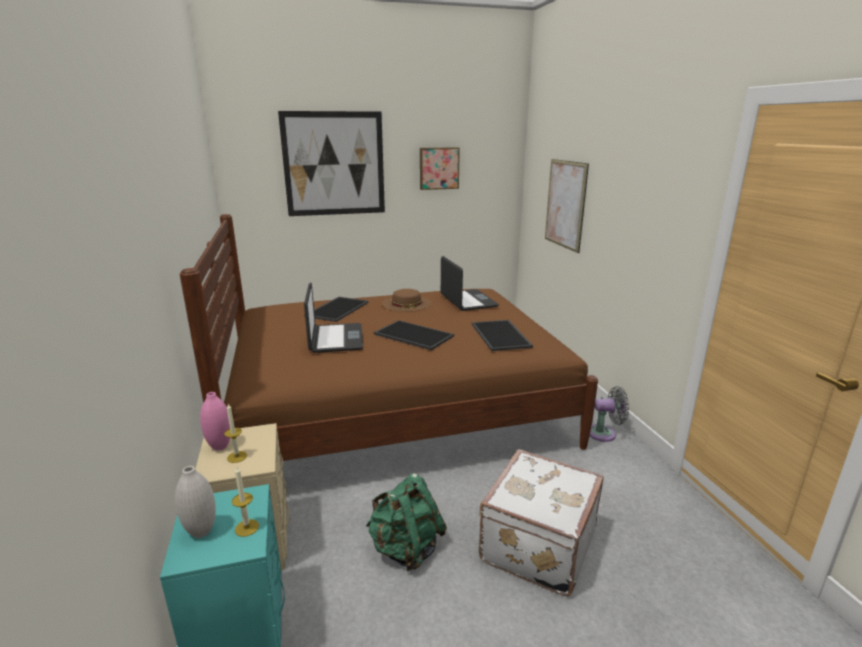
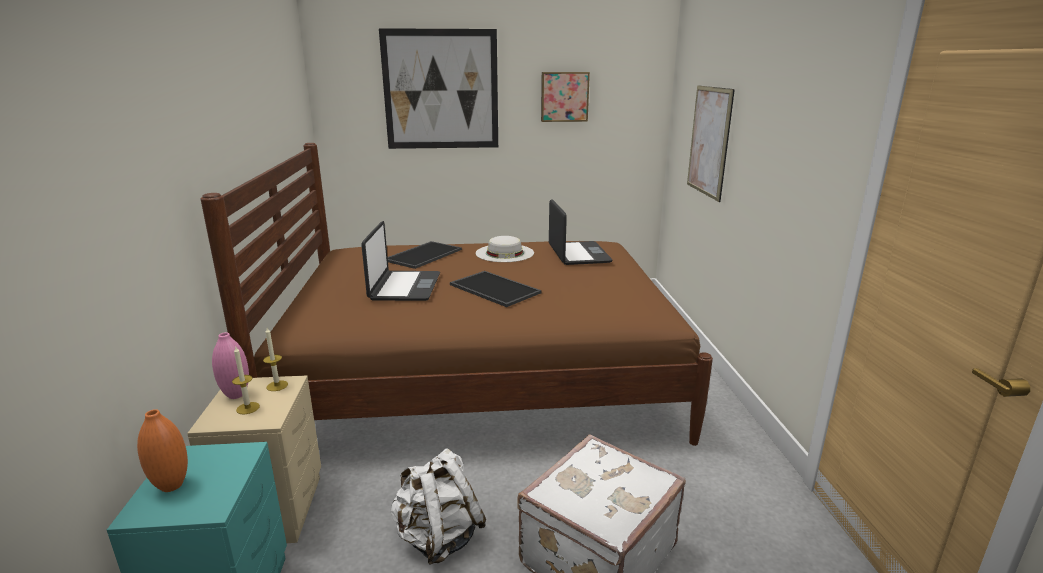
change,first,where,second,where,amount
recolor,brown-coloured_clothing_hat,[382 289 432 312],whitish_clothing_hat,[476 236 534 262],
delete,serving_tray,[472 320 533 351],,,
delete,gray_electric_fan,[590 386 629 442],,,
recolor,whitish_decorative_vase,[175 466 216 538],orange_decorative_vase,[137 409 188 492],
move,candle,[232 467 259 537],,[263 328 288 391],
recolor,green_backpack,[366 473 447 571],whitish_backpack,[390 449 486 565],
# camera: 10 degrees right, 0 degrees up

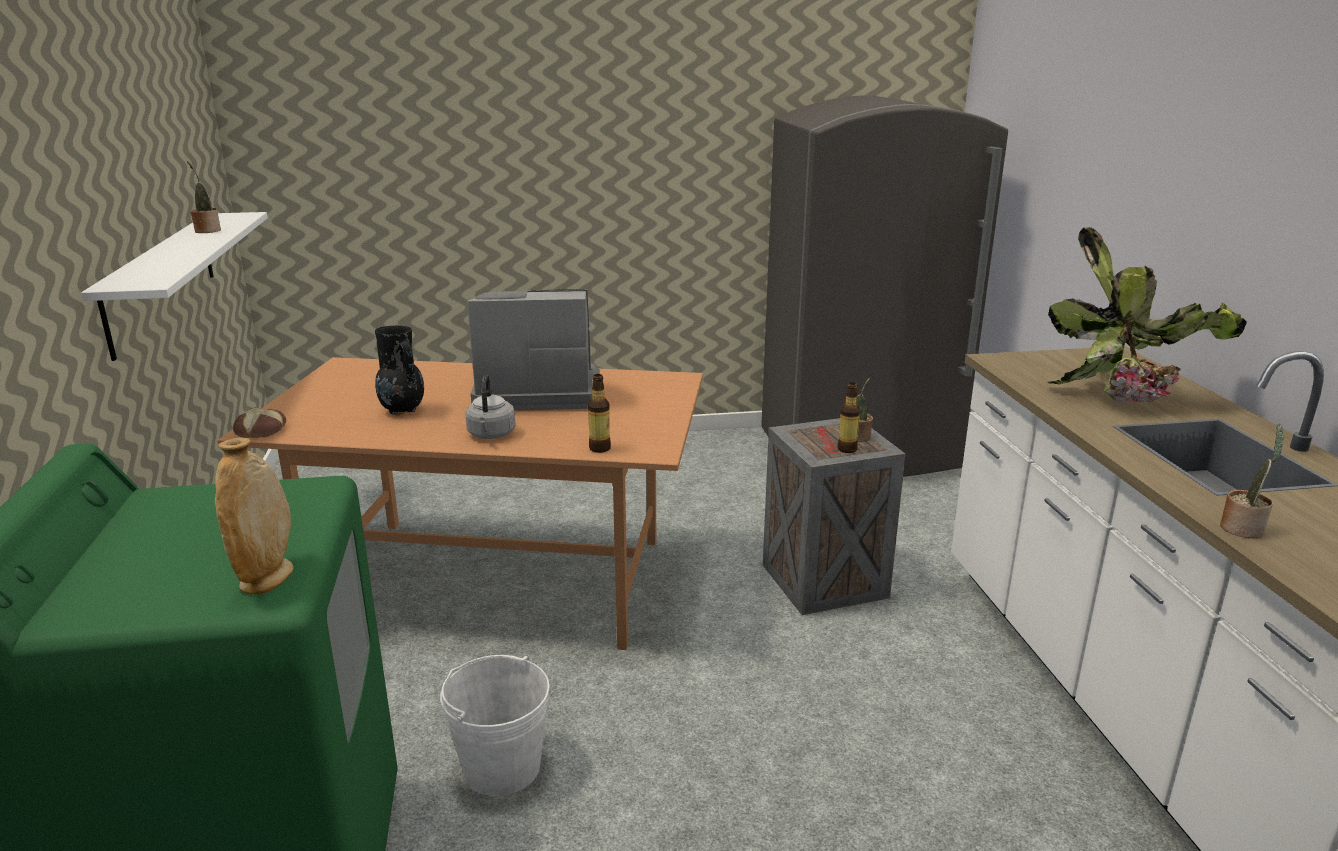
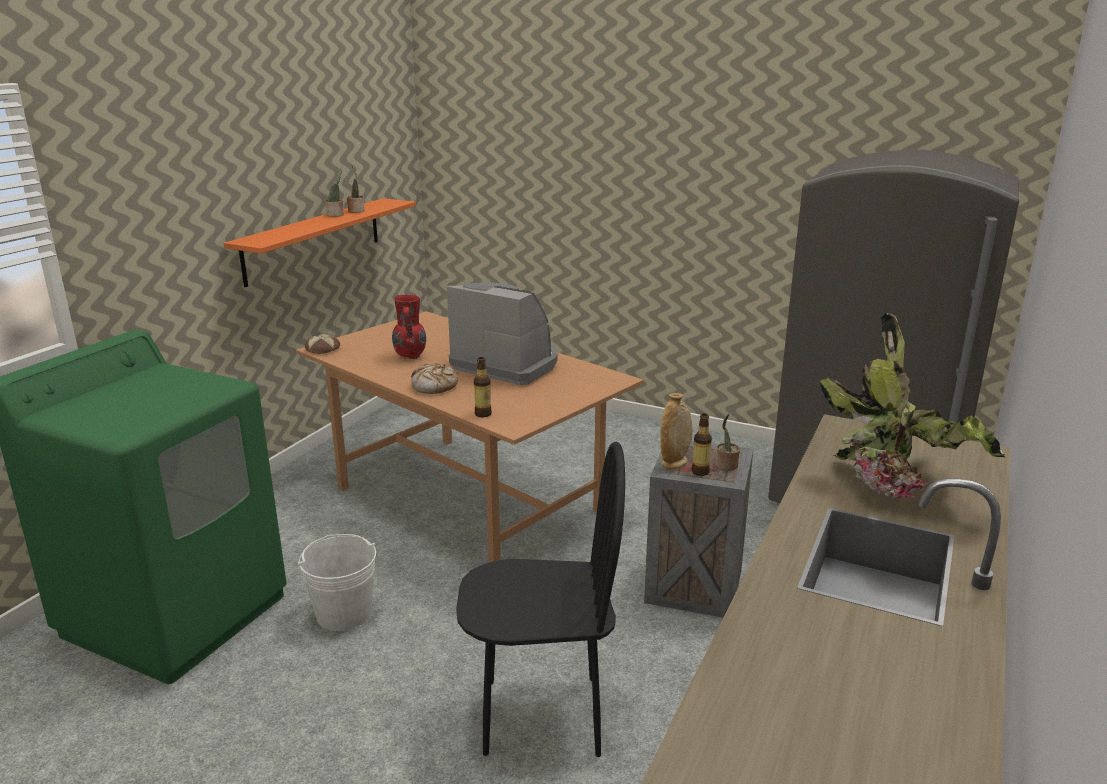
change,first,where,second,where,amount
recolor,whitish_bracket_shelf,[81 212 268 361],orange_bracket_shelf,[223 198 416 287],
recolor,black_decorative_vase,[375 325 424 415],reddish_decorative_vase,[392 295 426 359],
replace,gray_kettle,[465 375 516 439],baked_bread,[411 363 458 394],
move,potted_plant,[1220 424 1284 538],,[325 168 344 217],
move,sand-coloured_decorative_vase,[215 438 293 595],,[660 393 693 469],
insert,,,black_chair,[456 442 625 757],
# camera: 35 degrees right, 0 degrees up

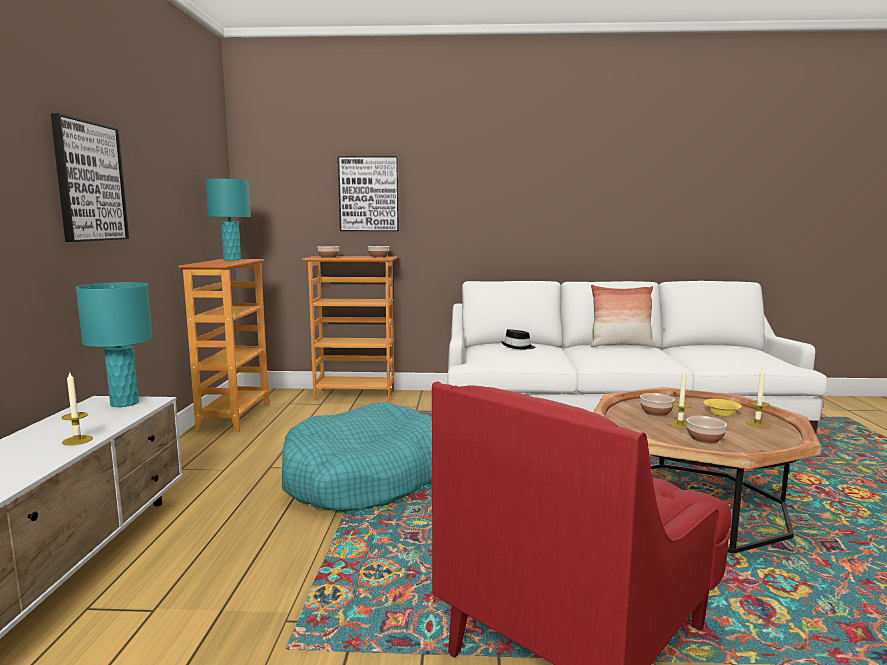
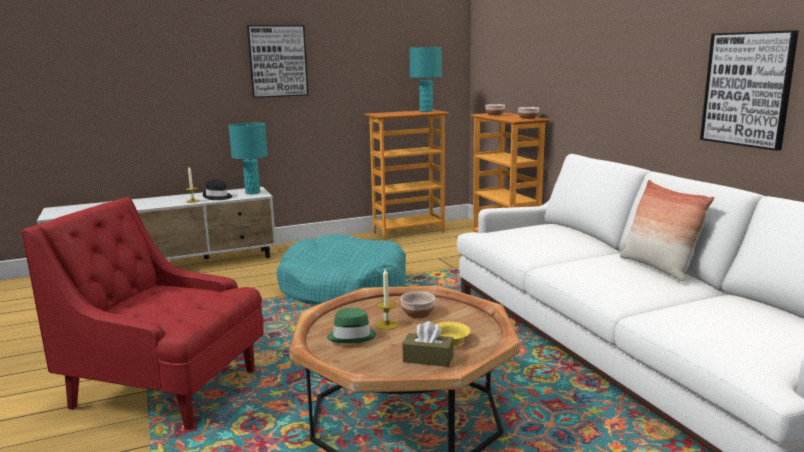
change,first,where,second,where,amount
move,picture,[338 156 399 231],,[700 30 799 151],
move,black_clothing_hat,[501 329 535 349],,[203 180 232 200],
replace,candle,[745 369 770 428],brown-coloured_box_of_tissues,[402 321 454 367],
replace,serving_bowl,[687 416 727 444],green_clothing_hat,[327 308 377 343],
# camera: 65 degrees right, 5 degrees up

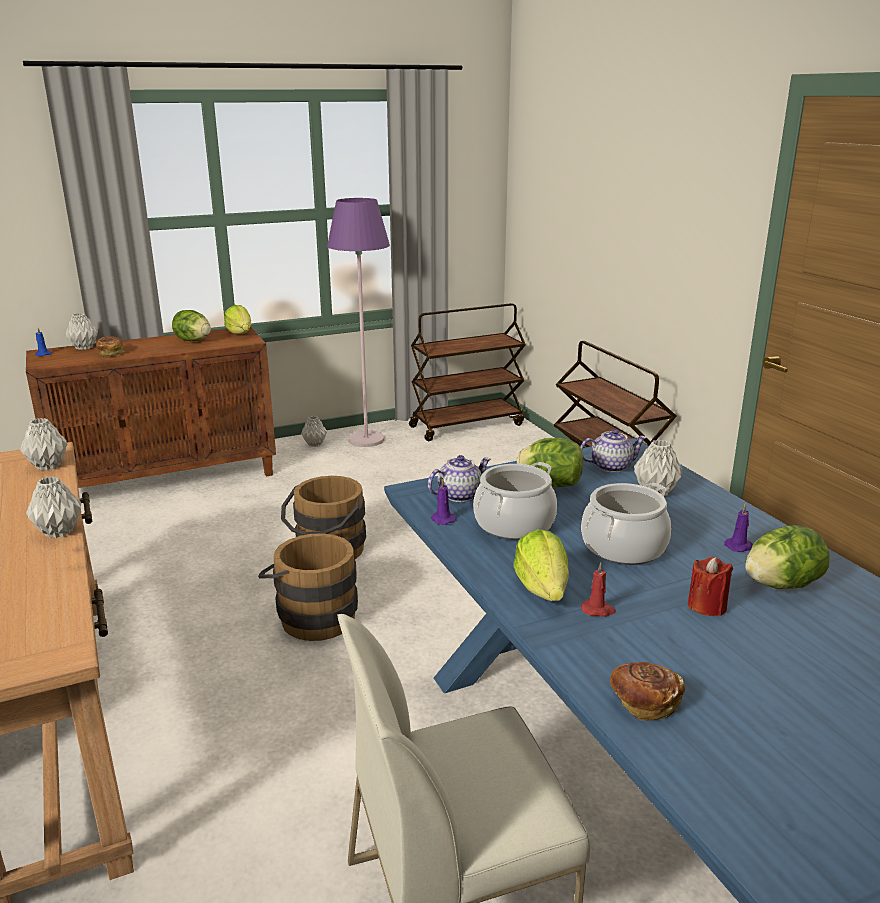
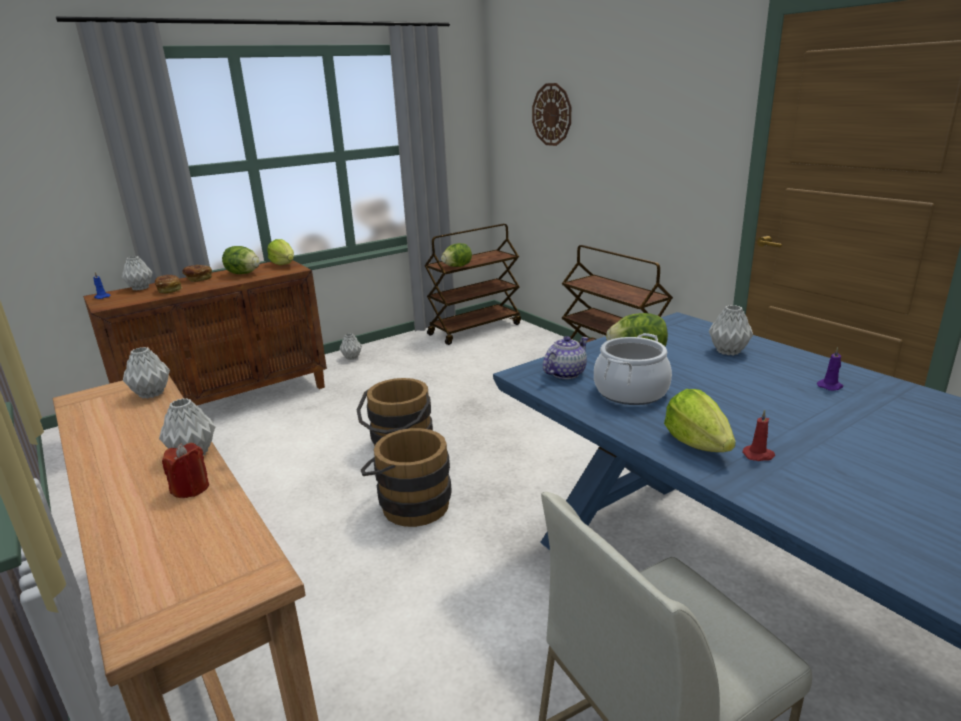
change,first,where,second,where,amount
delete,purple-coloured_standing_lamp,[327 198 390 447],,,
delete,pot_for_tea,[580 429 647 473],,,
delete,purple-coloured_candle,[431 479 456 525],,,
delete,saucepot,[581 483 671 565],,,
move,lettuce_head,[745 525 829 589],,[441 243 472 267],
move,reddish_candle,[688 557 733 616],,[162 443 209 498],
move,baked_bread,[610 662 685 721],,[182 265 212 282],
insert,,,hanging_clock,[532 83 571 146],
# camera: 10 degrees left, 0 degrees up

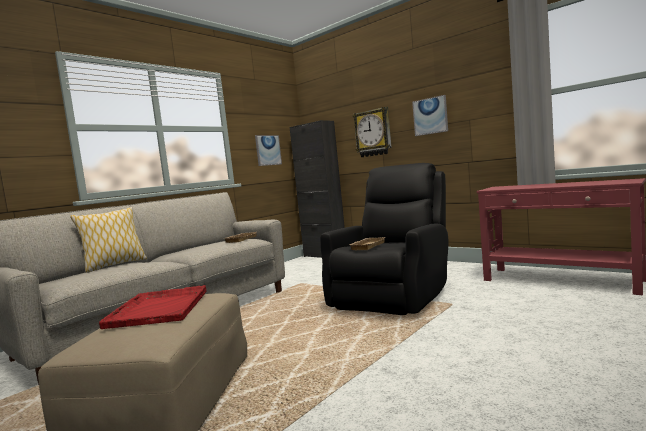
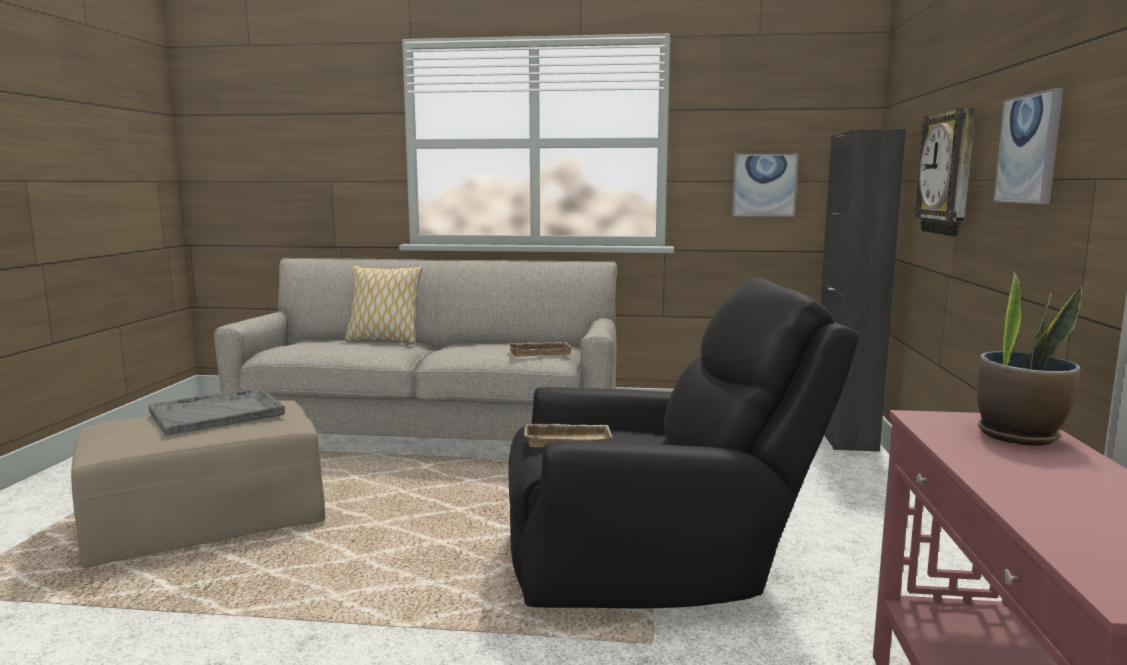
change,first,where,second,where,amount
recolor,reddish_serving_tray,[99 285 206 329],gray_serving_tray,[149 388 285 436],
insert,,,potted_plant,[977 271 1082 446],
# camera: 55 degrees right, 5 degrees up

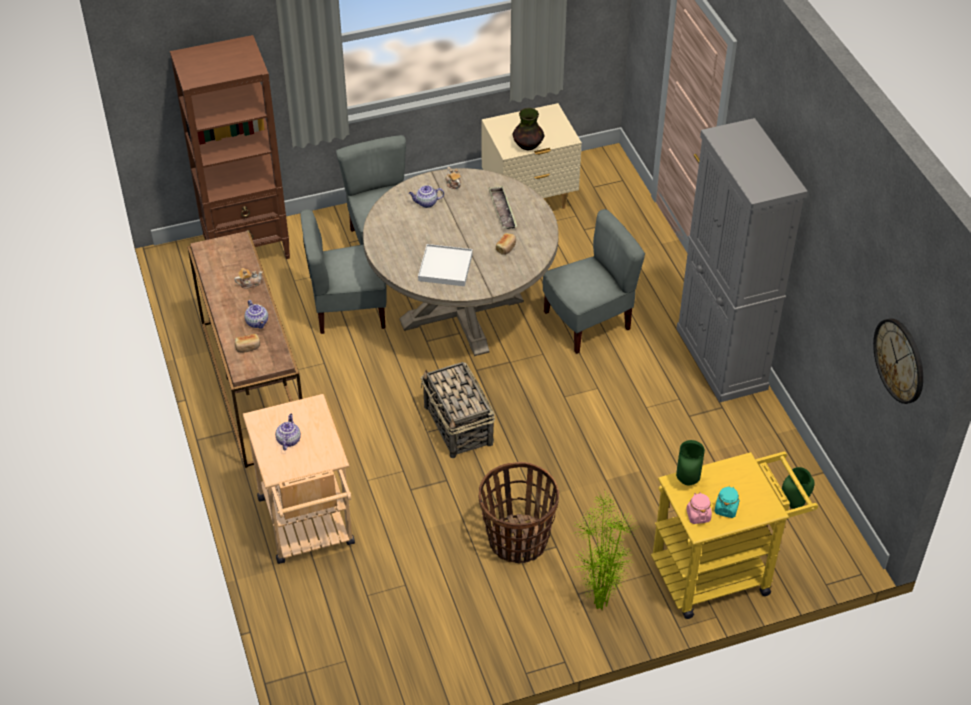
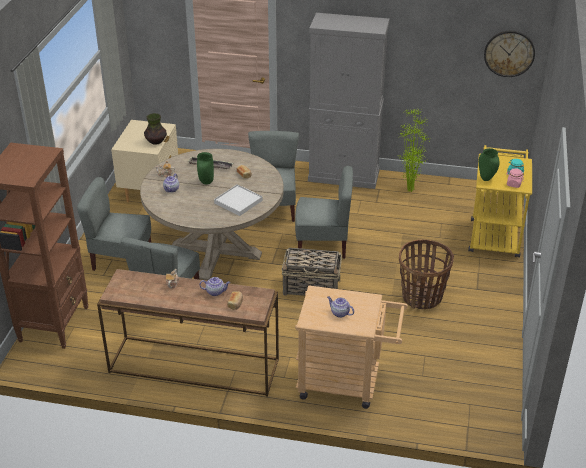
change,first,where,second,where,amount
move,green_decorative_vase,[782 467 815 509],,[197 152 214 185],
move,potted_plant,[571 493 636 610],,[398 108 431 192],
insert,,,gray_chair,[295 166 353 259],
# camera: 60 degrees left, 10 degrees down

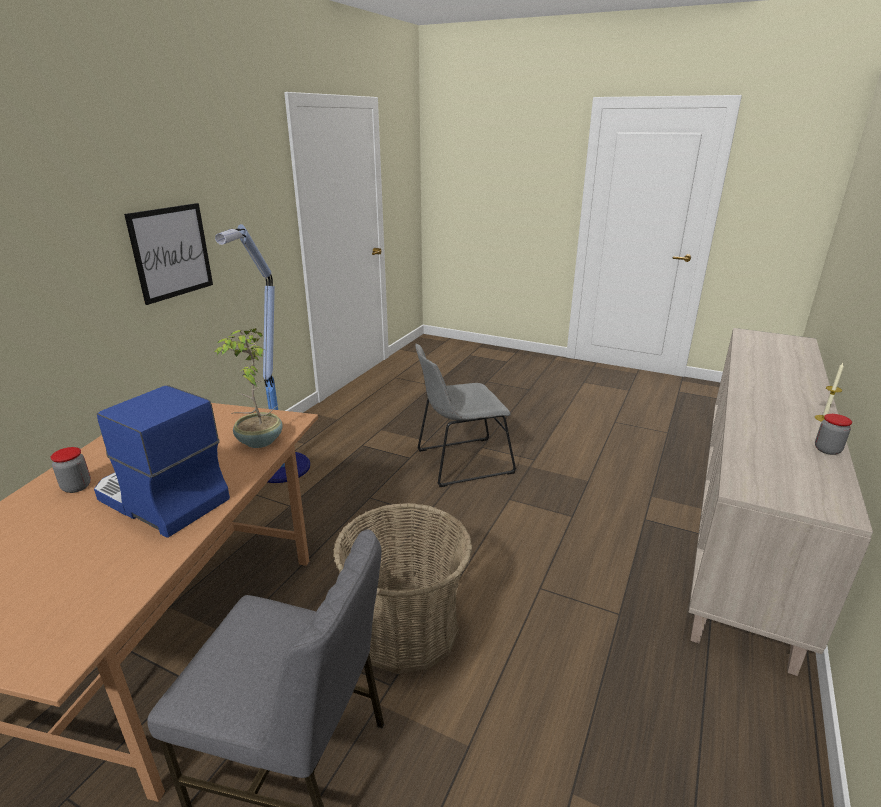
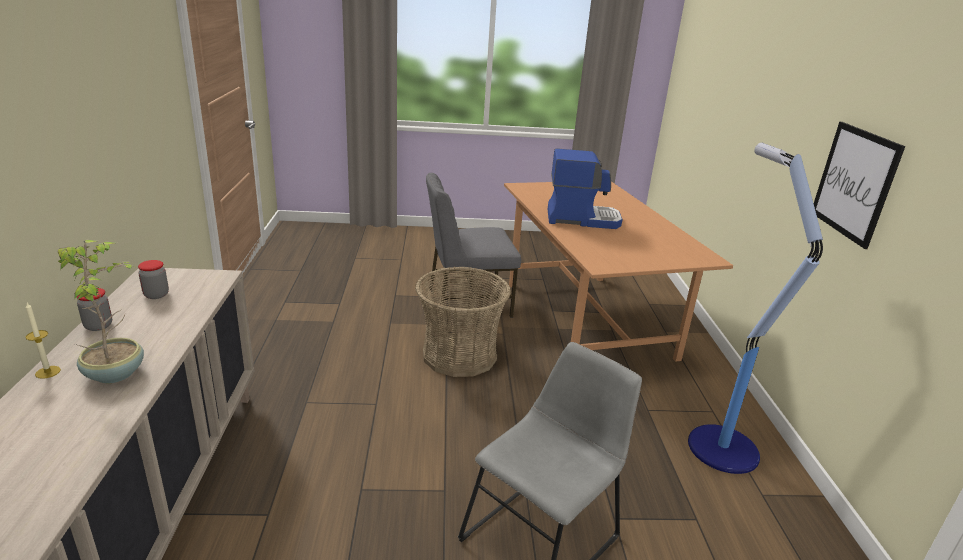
change,first,where,second,where,amount
move,potted_plant,[214 328 283 448],,[58 240 144 383],
move,preserve_jar,[50 447 91 493],,[138 260 169 299],
# camera: 150 degrees right, 0 degrees up

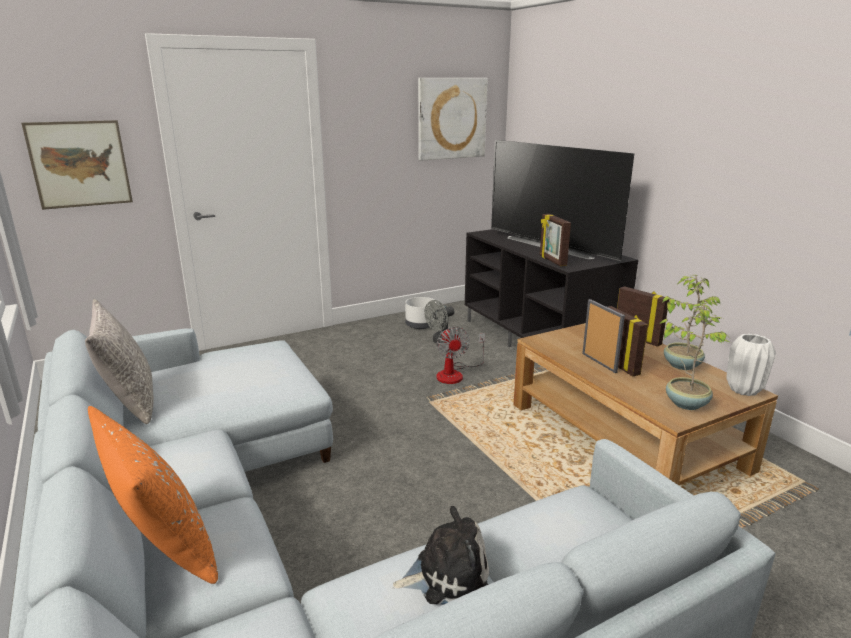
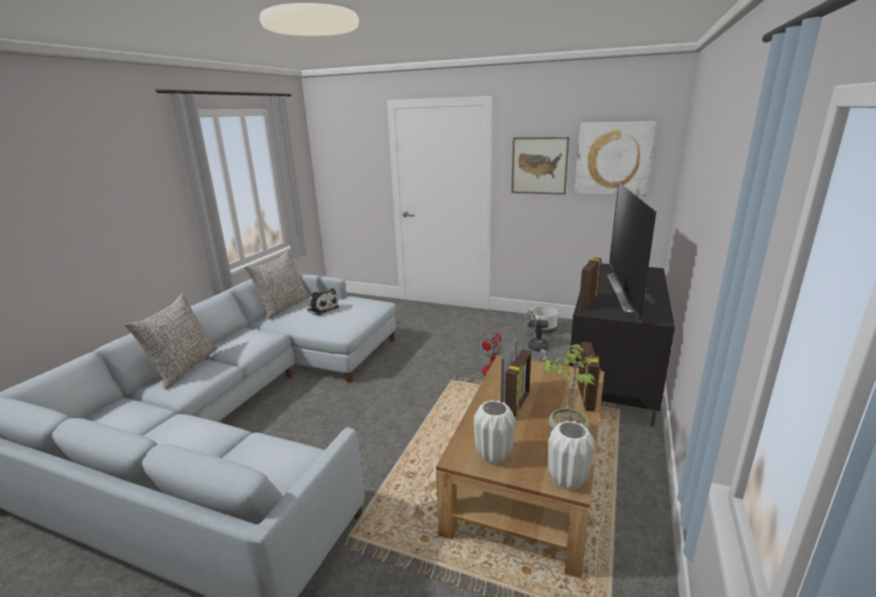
change,first,where,second,where,amount
move,picture,[21 120 133 210],,[511 137 569 195],
replace,potted_plant,[659 302 729 410],whitish_decorative_vase,[474 400 515 464],
recolor,orange_cushion,[88 406 218 584],gray_cushion,[124 293 217 389],
move,cuddly_toy,[393 506 489 605],,[307 288 339 315],
# camera: 50 degrees right, 0 degrees up

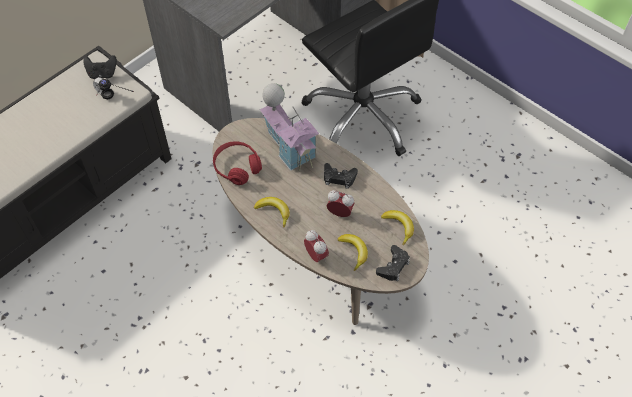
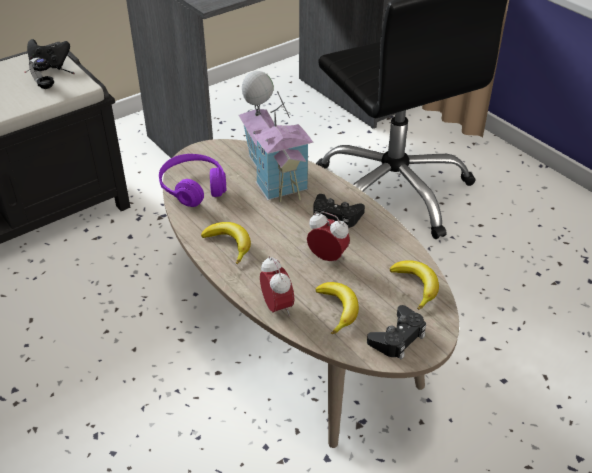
change,first,where,second,where,amount
recolor,reddish_pair_of_headphones,[213 141 262 185],purple-coloured_pair_of_headphones,[159 154 226 207],
# camera: 10 degrees right, 15 degrees down

